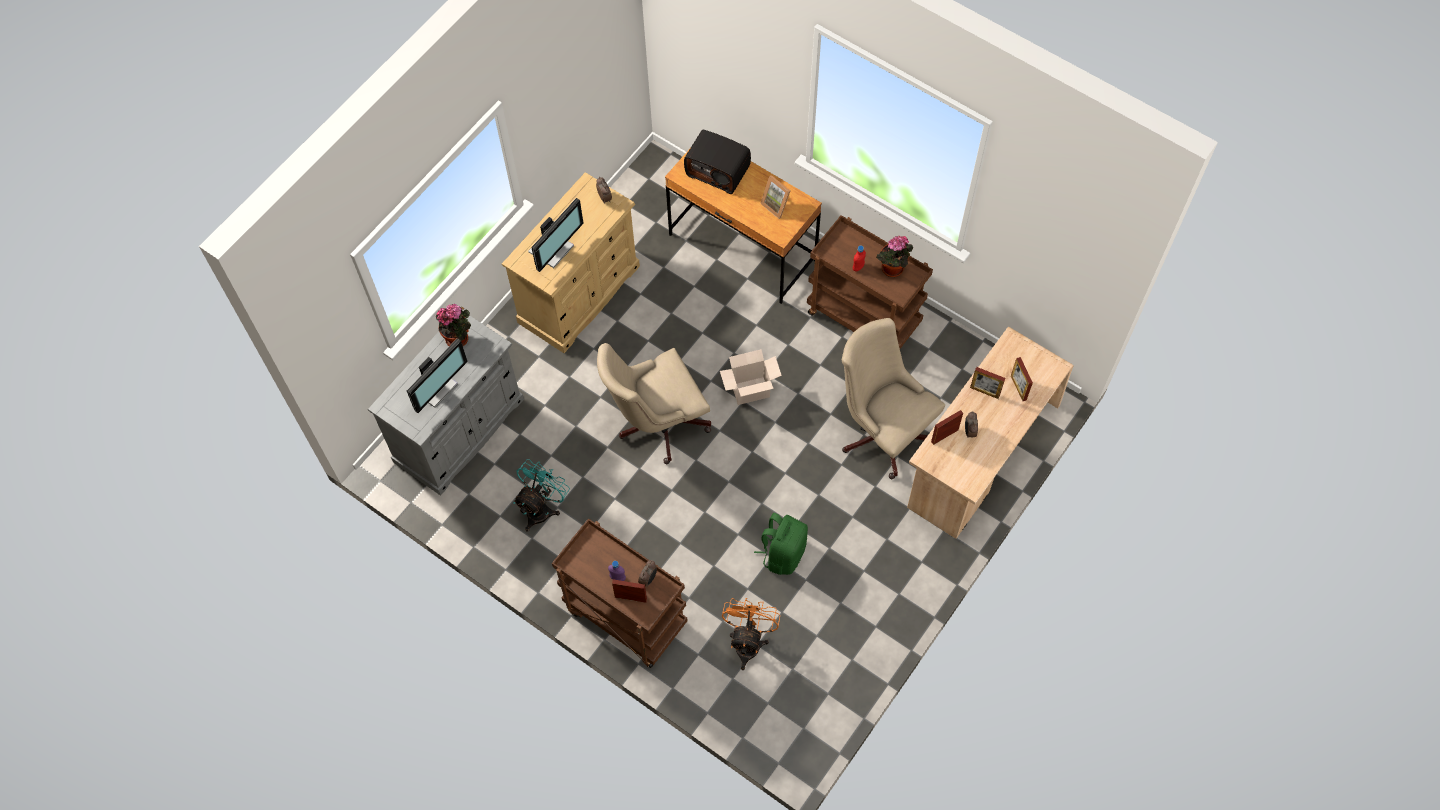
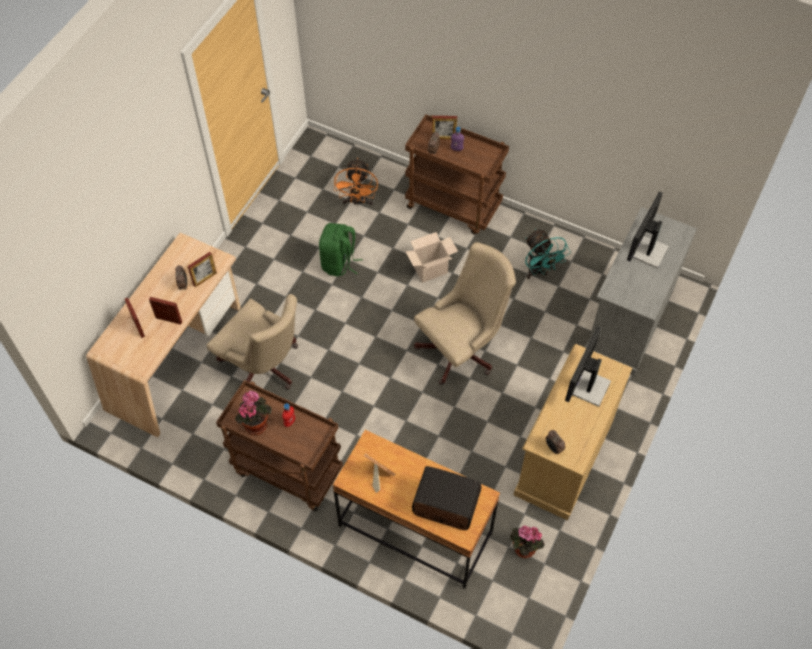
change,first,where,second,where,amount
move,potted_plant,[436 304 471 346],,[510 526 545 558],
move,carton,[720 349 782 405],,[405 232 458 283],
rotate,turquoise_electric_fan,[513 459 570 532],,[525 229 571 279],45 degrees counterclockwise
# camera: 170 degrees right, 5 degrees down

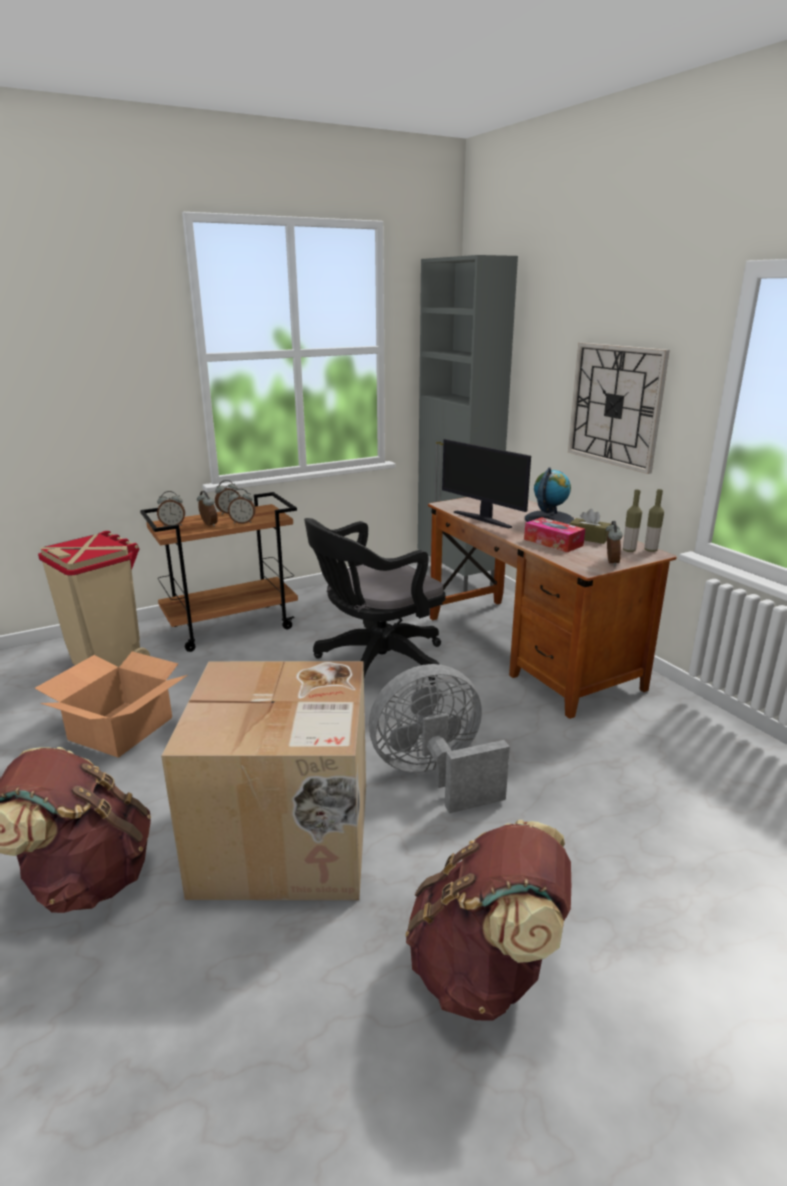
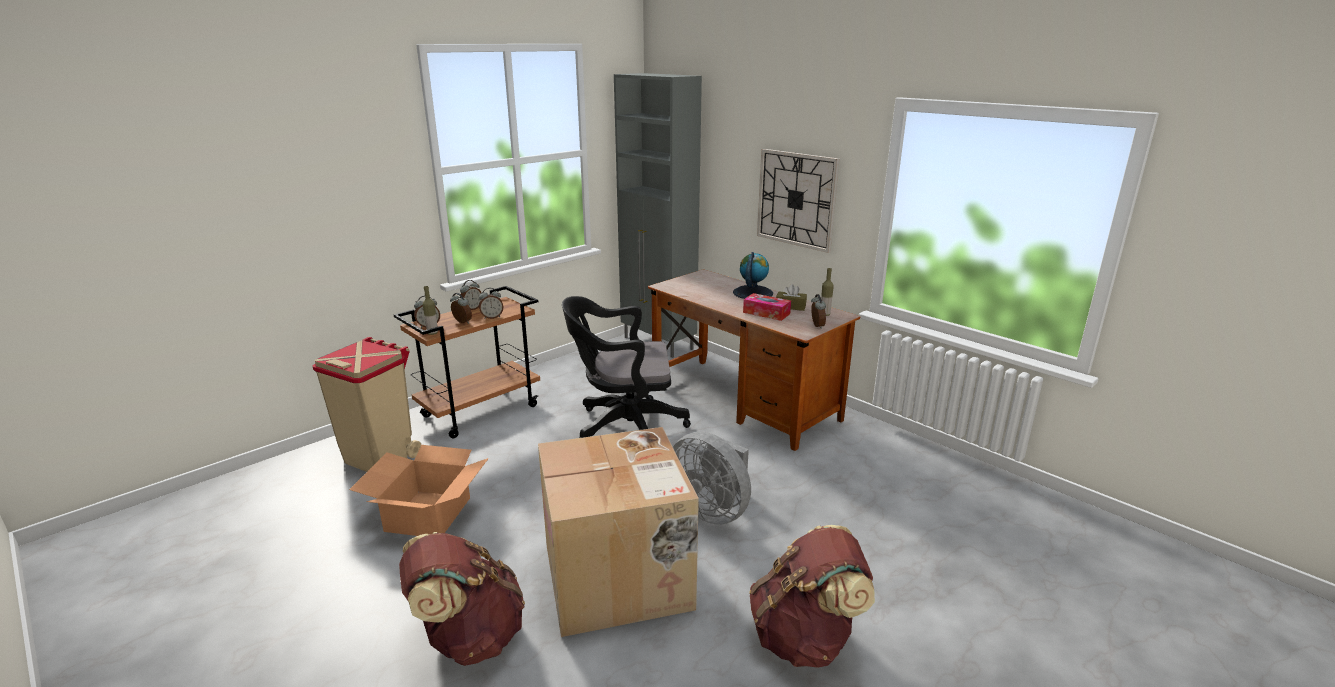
change,first,where,second,where,amount
delete,monitor,[442 439 531 528],,,
move,drink_bottle,[644 489 664 552],,[422 286 438 335],
rotate,black_office_chair,[304 518 446 685],,[562 296 691 438],45 degrees clockwise
rotate,gray_electric_fan,[369 664 510 813],,[673 432 751 525],105 degrees counterclockwise
# camera: 15 degrees left, 0 degrees up

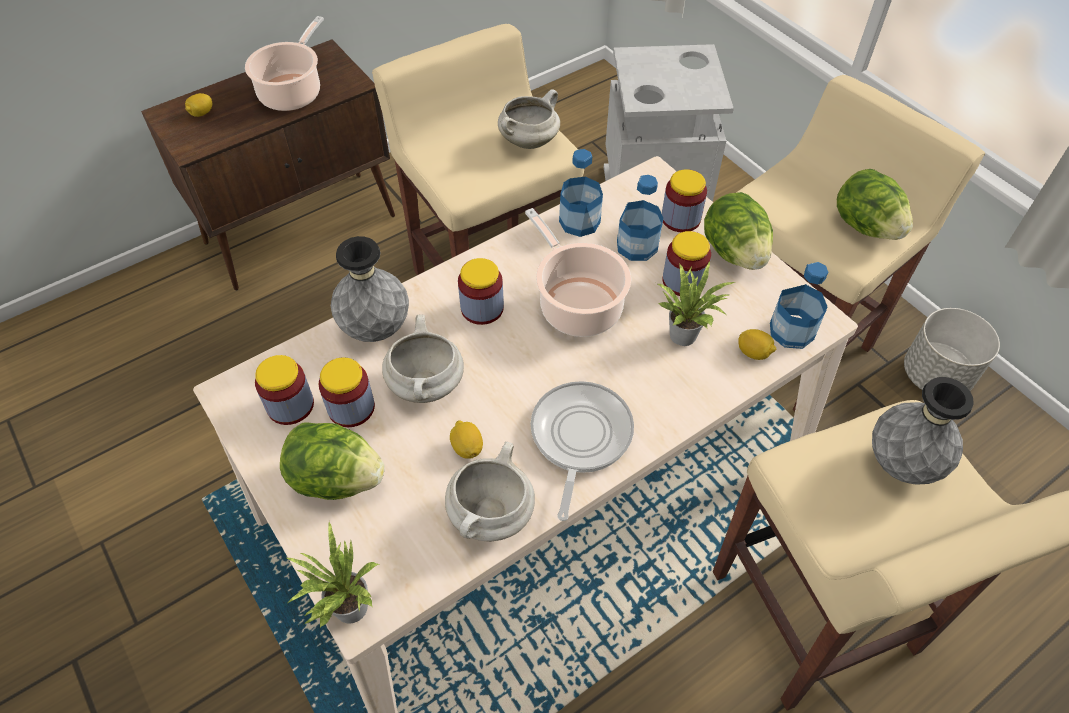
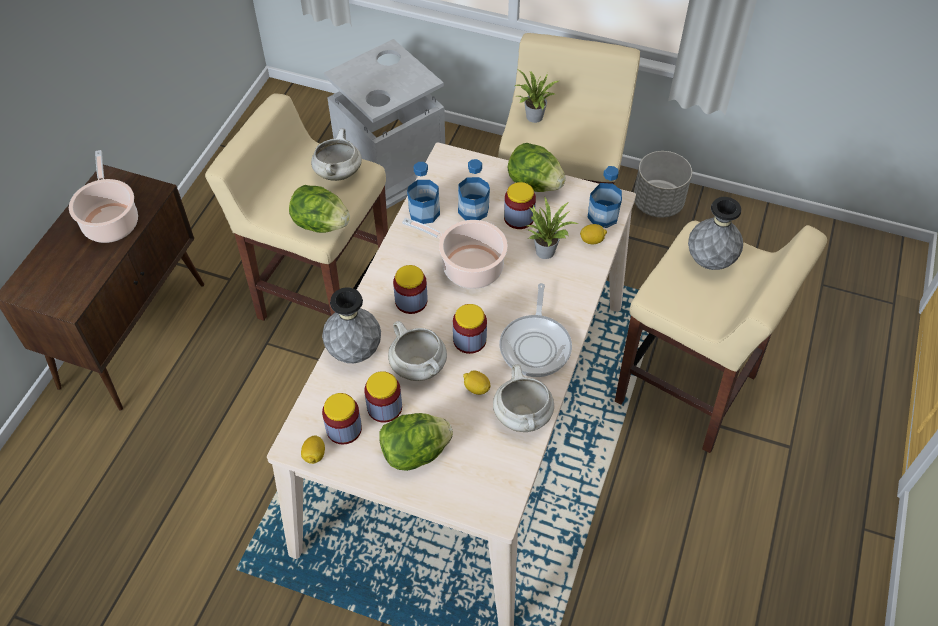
change,first,where,second,where,amount
move,whole_lemon,[185 93 213 117],,[301 435 325 464],
move,preserve_jar,[662 169 707 232],,[453 304 487 354],
move,lettuce_head,[837 169 913 240],,[289 185 350 233],
rotate,skillet,[530 381 634 521],,[500 283 572 377],150 degrees counterclockwise
move,potted_plant,[285 522 379 628],,[515 69 559 123],
# camera: 35 degrees left, 0 degrees up

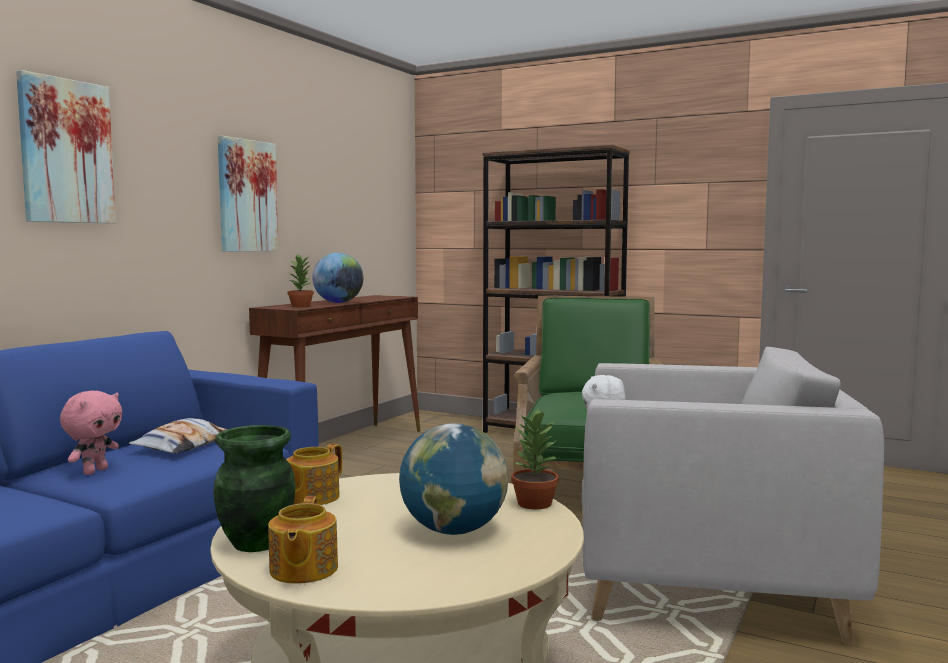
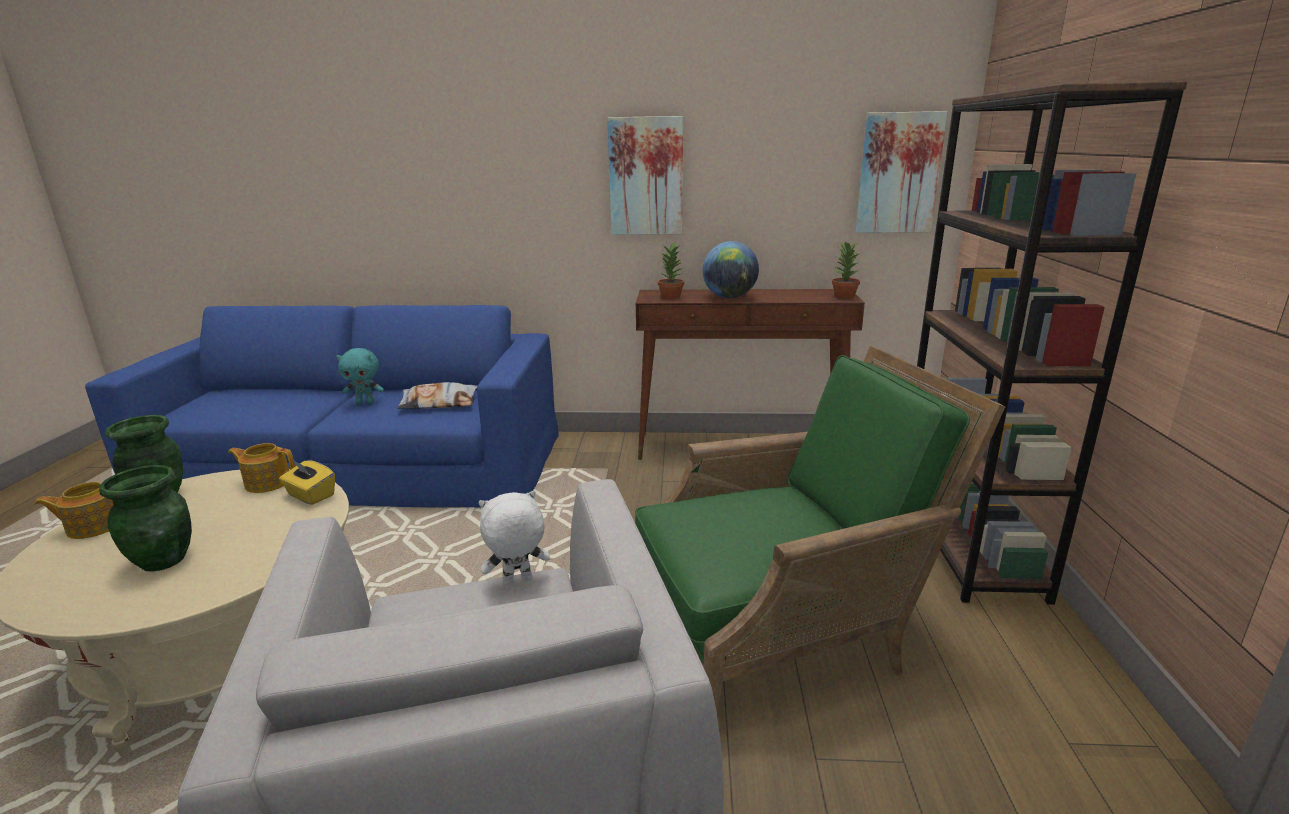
change,first,where,second,where,amount
move,picture,[16 70 116 224],,[856 111 948 233],
recolor,pink-coloured_cuddly_toy,[60 391 122 475],turquoise_cuddly_toy,[336 348 384 404],
move,potted_plant,[511 408 559 510],,[832 241 861 299],
replace,world_globe,[399 423 508 535],green_decorative_vase,[99 465 192 572],
insert,,,yellow-coloured_box_of_tissues,[279 459 335 505],
# camera: 65 degrees right, 15 degrees up

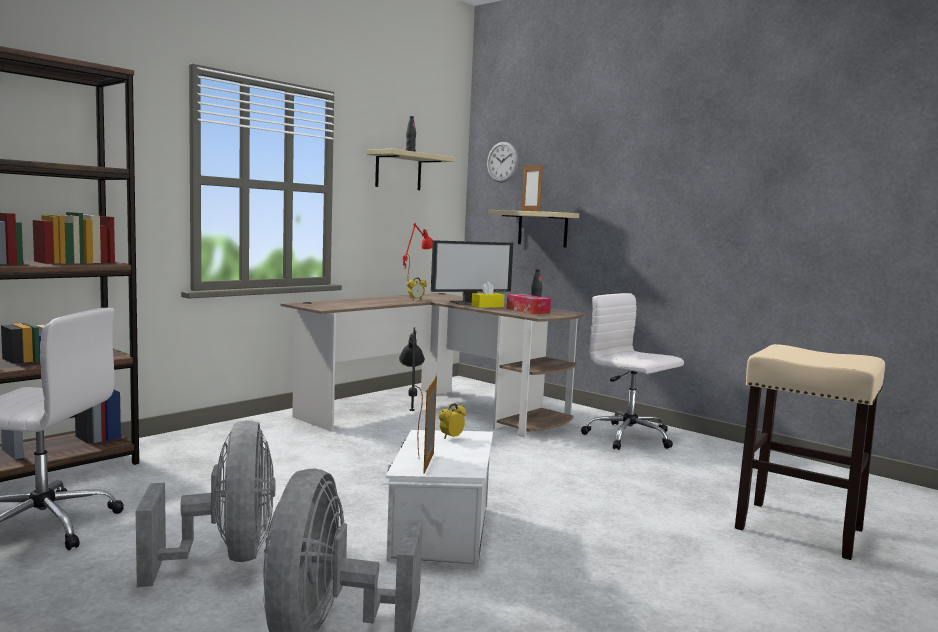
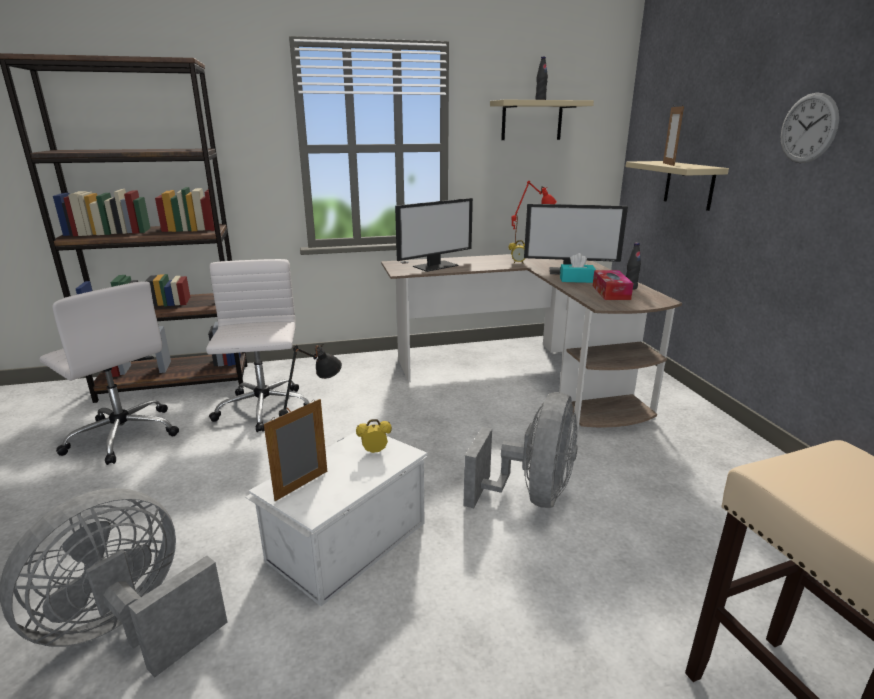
change,first,where,second,where,amount
move,hanging_clock,[487 142 519 183],,[781 93 839 163],
recolor,yellow-coloured_box_of_tissues,[472 282 504 308],turquoise_box_of_tissues,[560 253 596 283],
move,whitish_office_chair,[581 293 684 450],,[206 259 309 432],
move,gray_electric_fan,[136 420 275 587],,[463 392 578 508],
insert,,,monitor,[395 198 473 272],
# camera: 35 degrees right, 15 degrees up

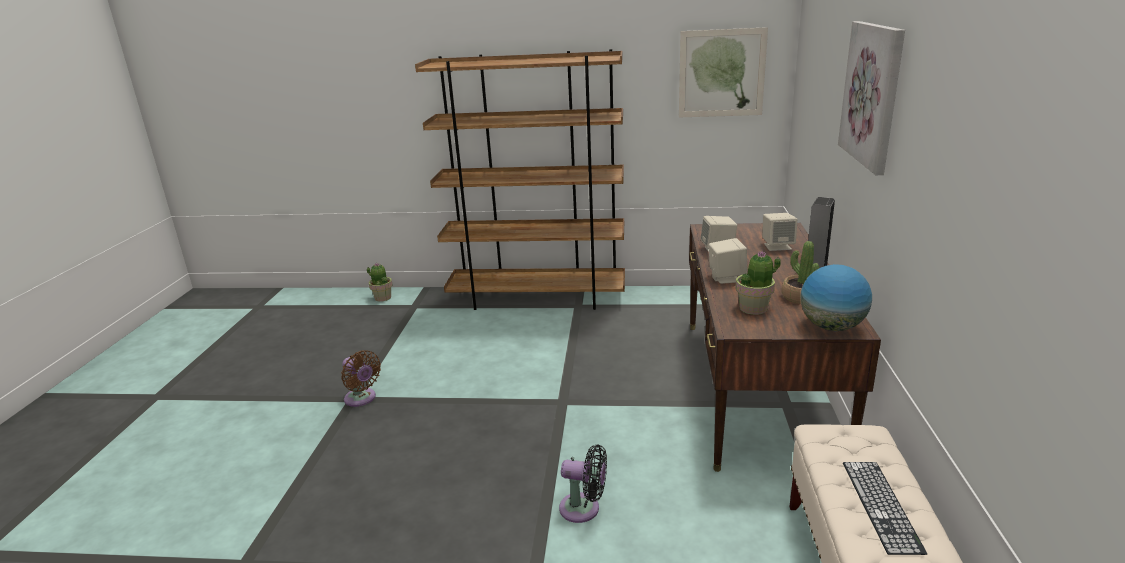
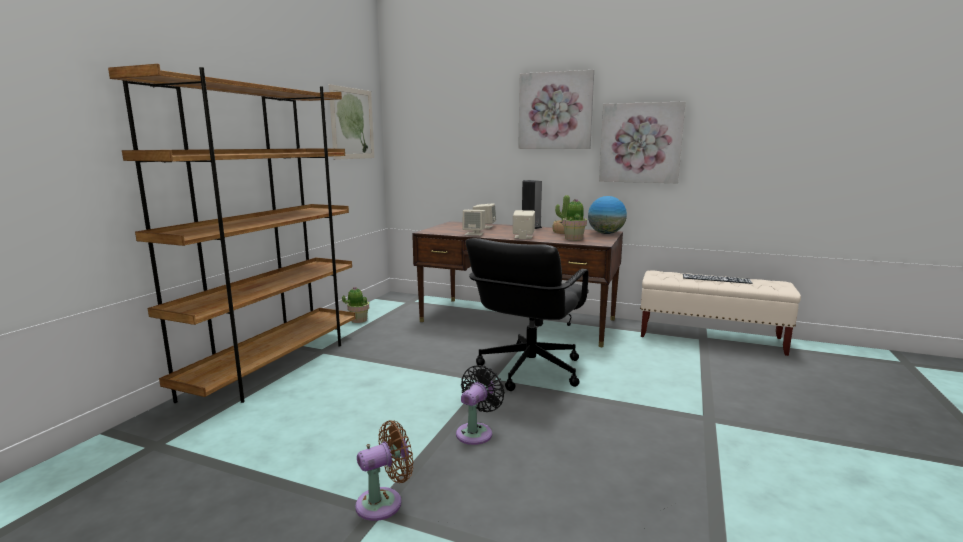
change,first,where,second,where,amount
move,potted_plant,[367 263 393 302],,[342 286 369 323],
move,black_electric_fan,[559 444 607 523],,[456 365 505 445],
insert,,,picture,[599 101 686 183],
insert,,,black_office_chair,[466 238 589 391],
# camera: 75 degrees left, 10 degrees down

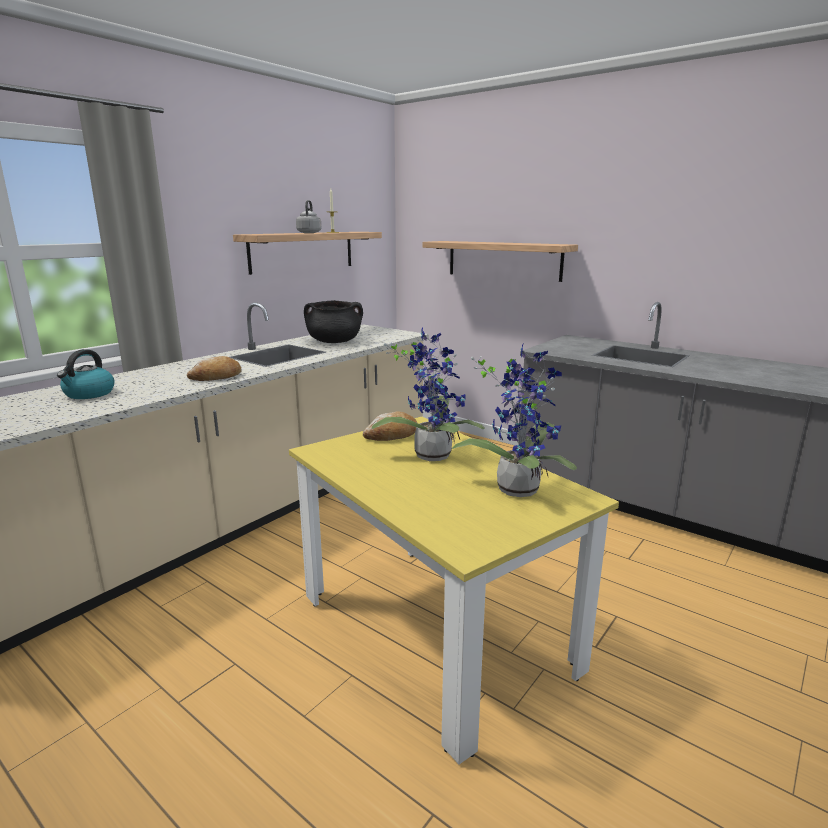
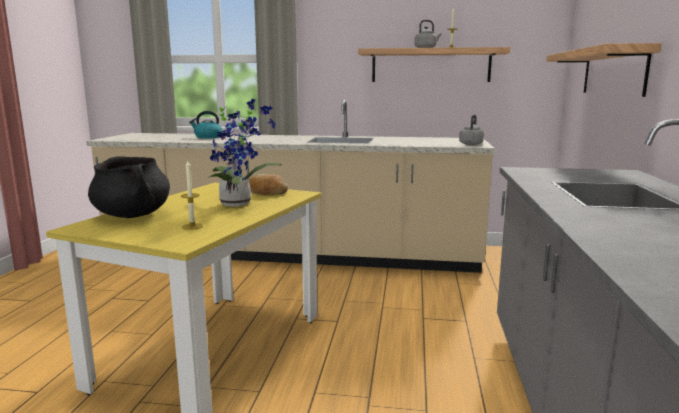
change,first,where,second,where,amount
move,black_saucepot,[304 300 363 343],,[88 157 170 218],
replace,potted_plant,[452 342 577 497],candle,[181 160 203 230],
delete,baked_bread,[187 356 242 381],,,
insert,,,gray_kettle,[459 115 484 145],
# camera: 60 degrees right, 5 degrees down

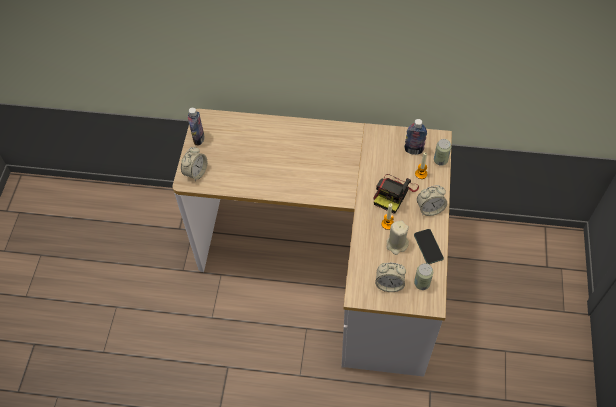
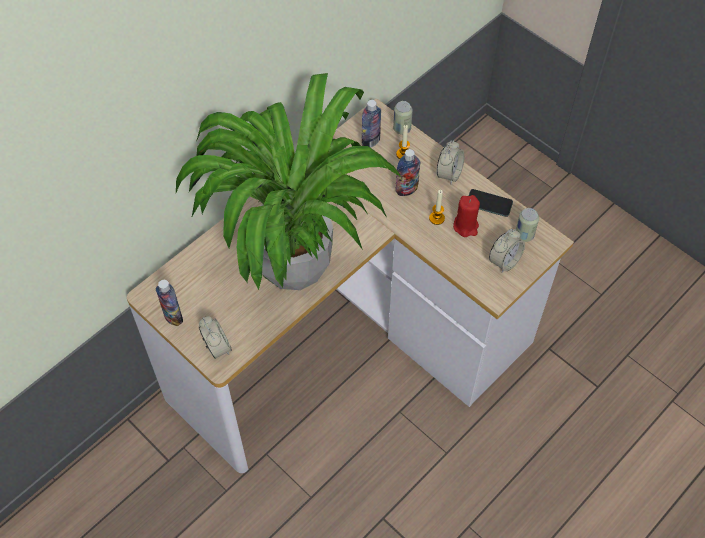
change,first,where,second,where,amount
replace,photo_camera,[373 174 419 214],drink_bottle,[395 149 420 196],
recolor,sand-coloured_candle,[386 221 409 255],reddish_candle,[453 195 480 237],
insert,,,potted_plant,[176 73 402 290],
# camera: 55 degrees left, 0 degrees up

